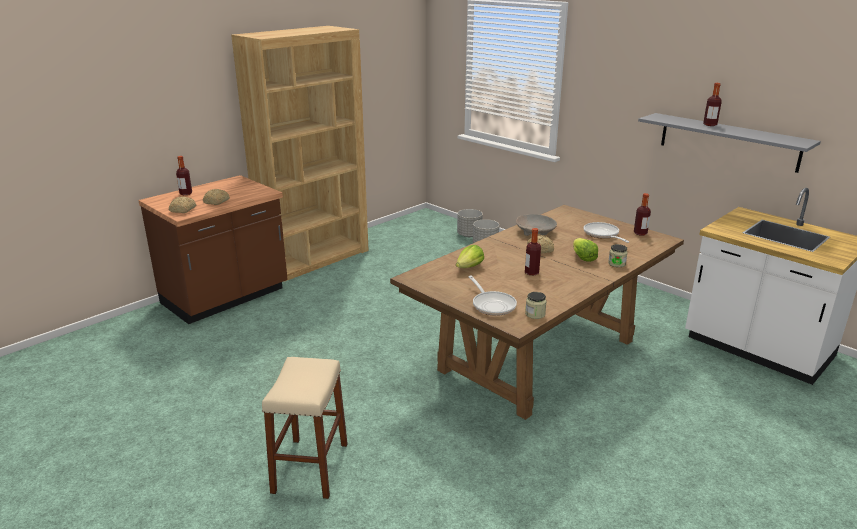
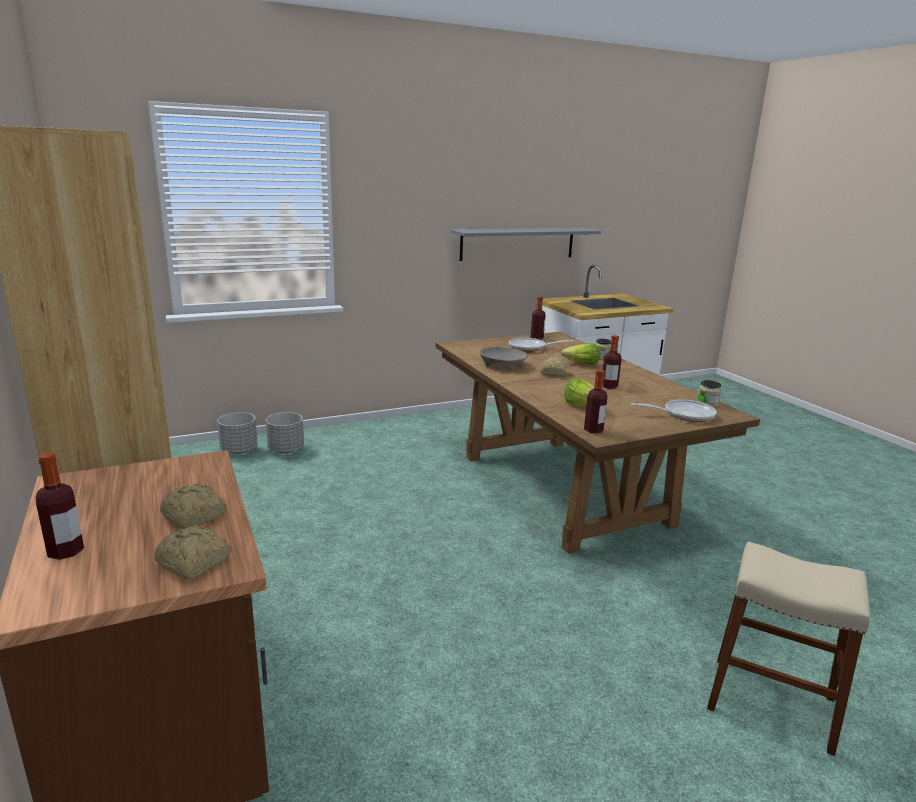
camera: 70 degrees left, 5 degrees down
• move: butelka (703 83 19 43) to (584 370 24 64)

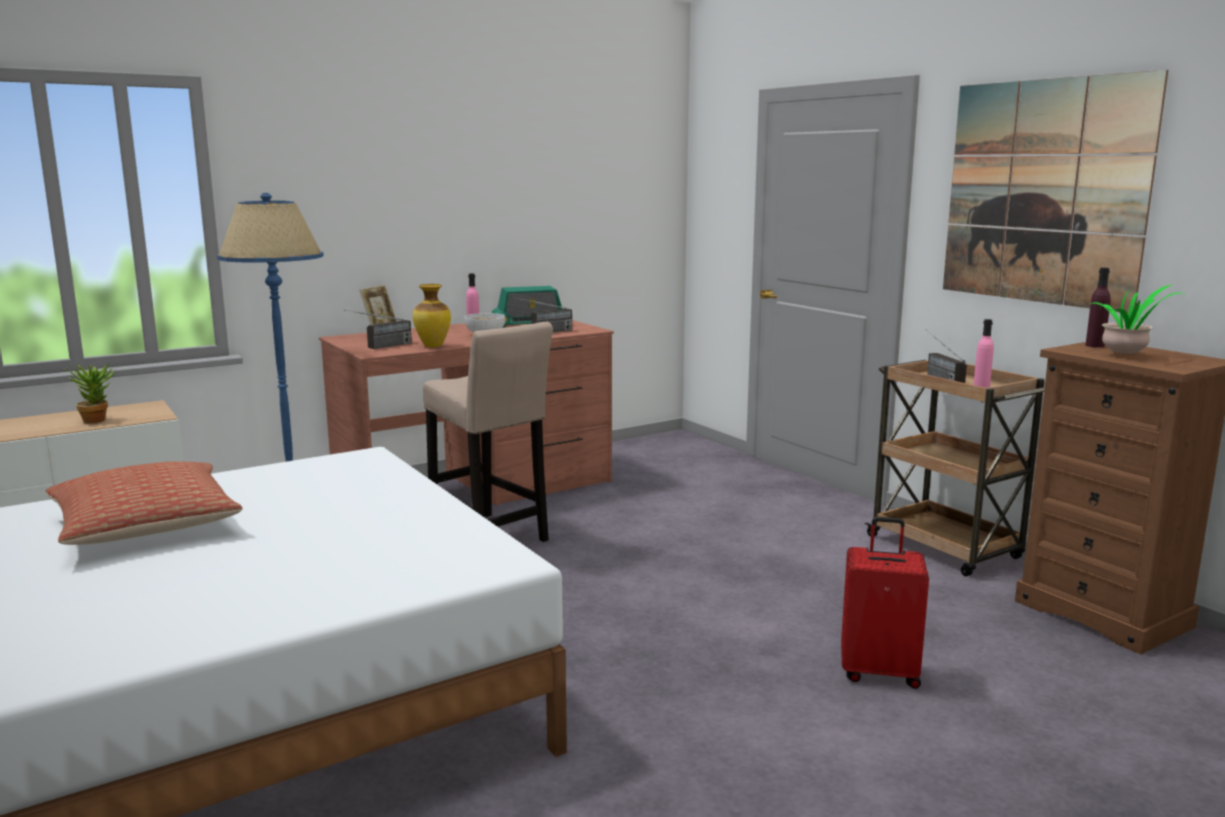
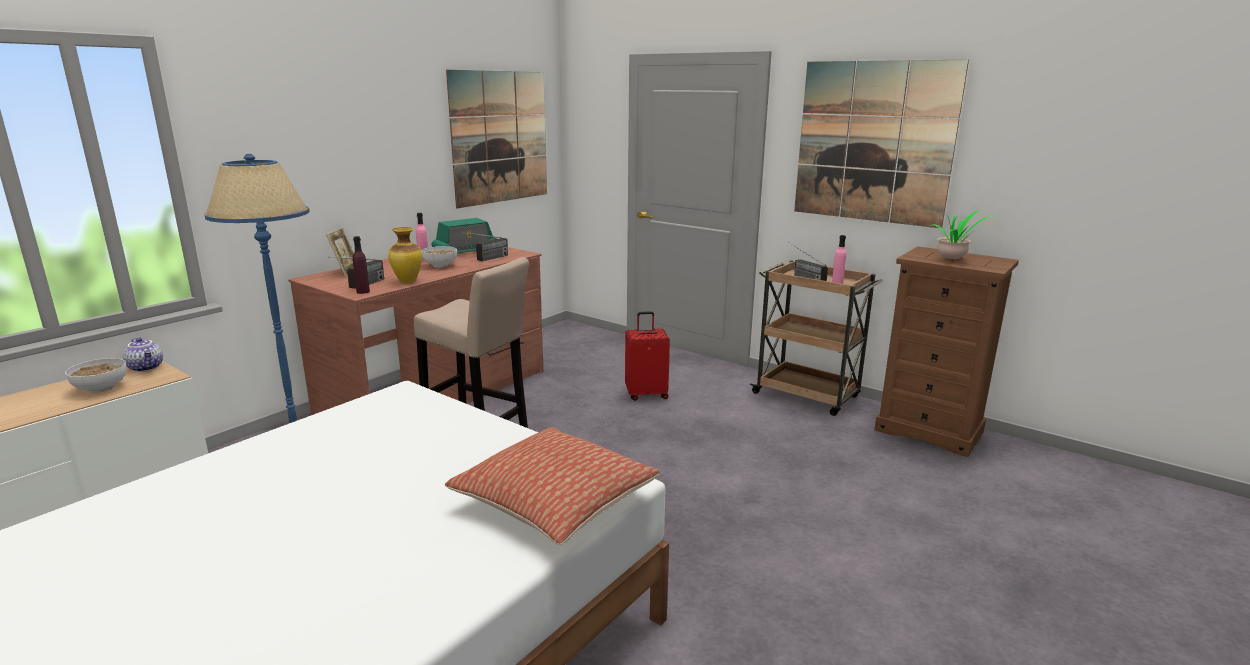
camera: 20 degrees left, 5 degrees up
• replace: roślina doniczkowa (63 363 52 60) to miska (65 358 62 35)
• insert: imbryk (123 337 40 35)
• move: butelka (fioletowy) (1085 268 26 80) to (353 236 17 58)
• move: poduszka (46 462 196 83) to (445 427 215 118)
• insert: obraz (446 70 101 138)
• move: walizka (czerwony) (841 517 88 172) to (625 311 45 90)

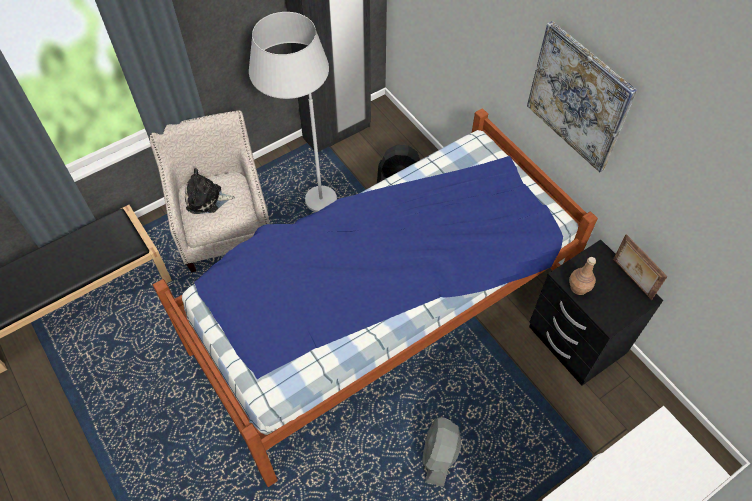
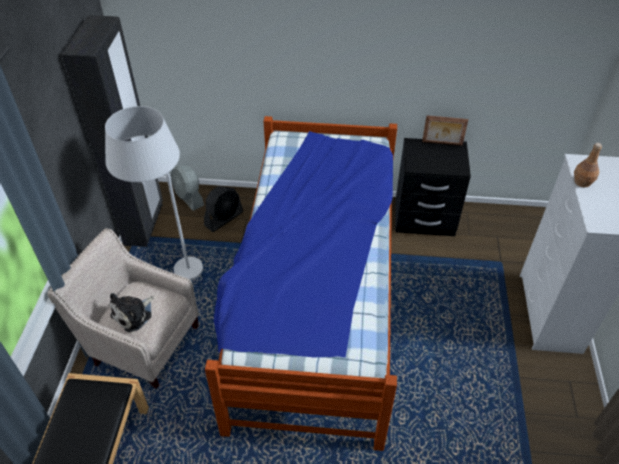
camera: 50 degrees left, 10 degrees down
• move: wentylator (szary) (423 417 38 70) to (171 166 33 45)
• move: butelka (brązowy) (569 257 27 38) to (574 143 28 44)
• delete: obraz (527 21 110 152)

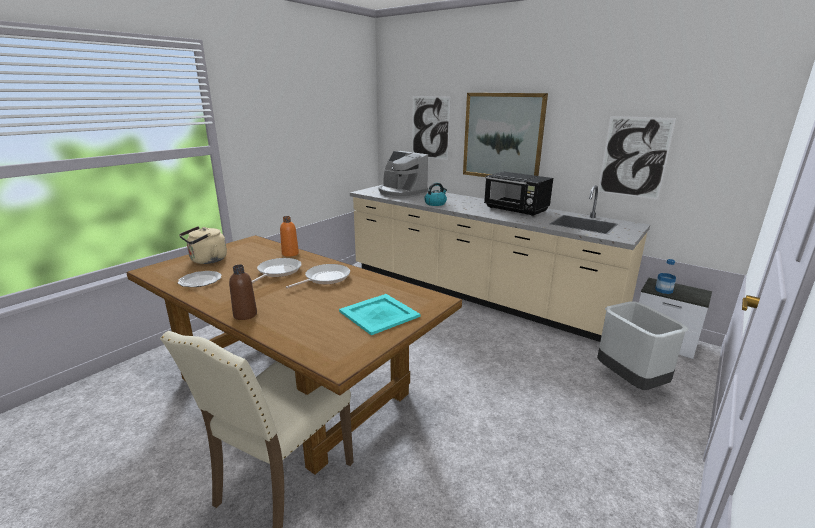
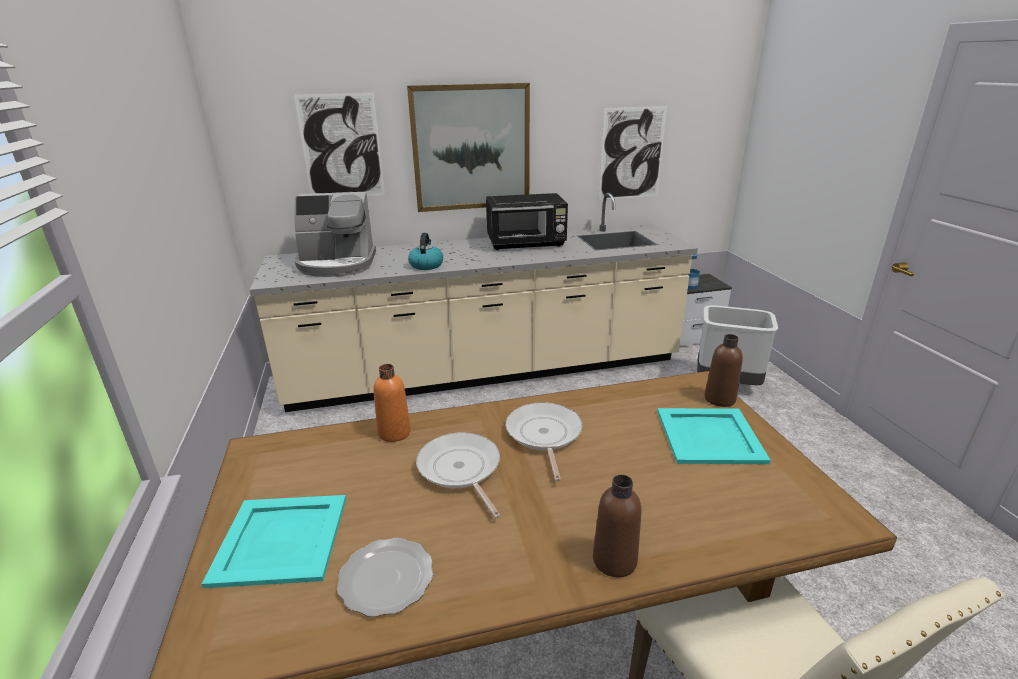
camera: 50 degrees left, 5 degrees up
• replace: czajnik (beżowy) (179 226 48 38) to taca (turkusowy) (202 495 144 93)
• insert: butelka (brązowy) (705 334 38 73)

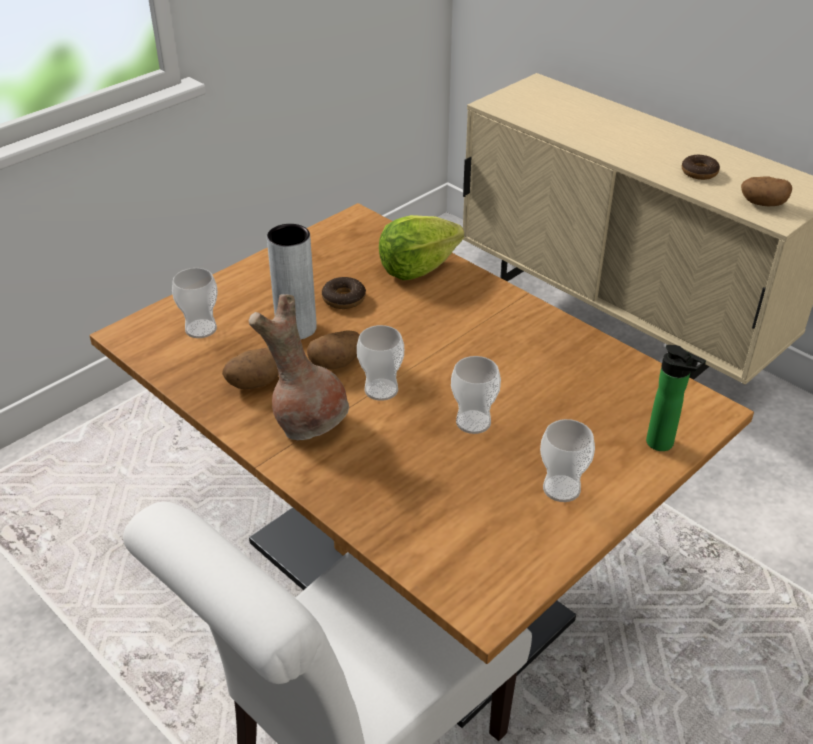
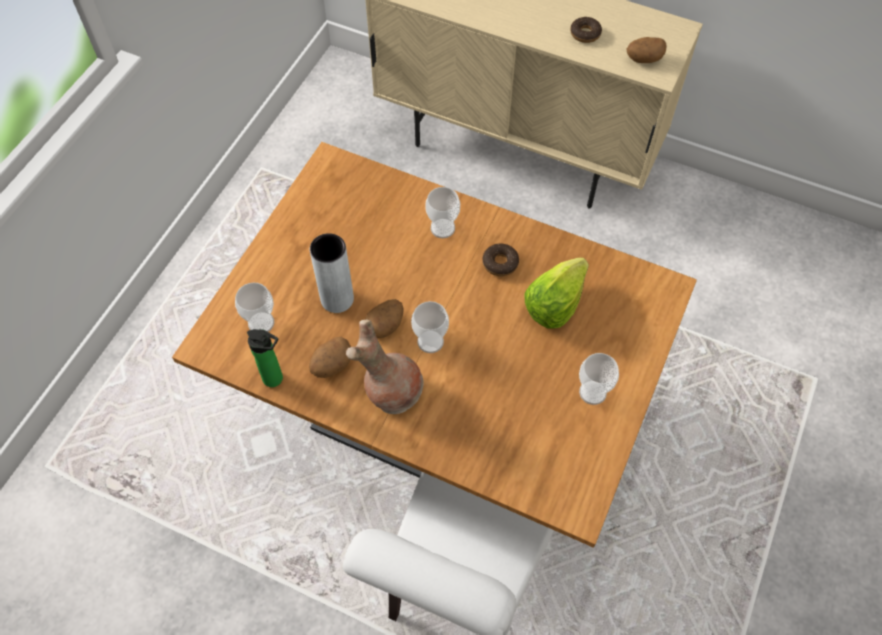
camera: 20 degrees left, 20 degrees up
• move: butelka (646 345 60 106) to (247 329 36 58)
• move: filiżanka (451 356 50 78) to (425 187 35 51)
• move: donut (322 277 44 32) to (482 243 37 33)
• move: sałata (379 215 85 65) to (524 258 65 70)

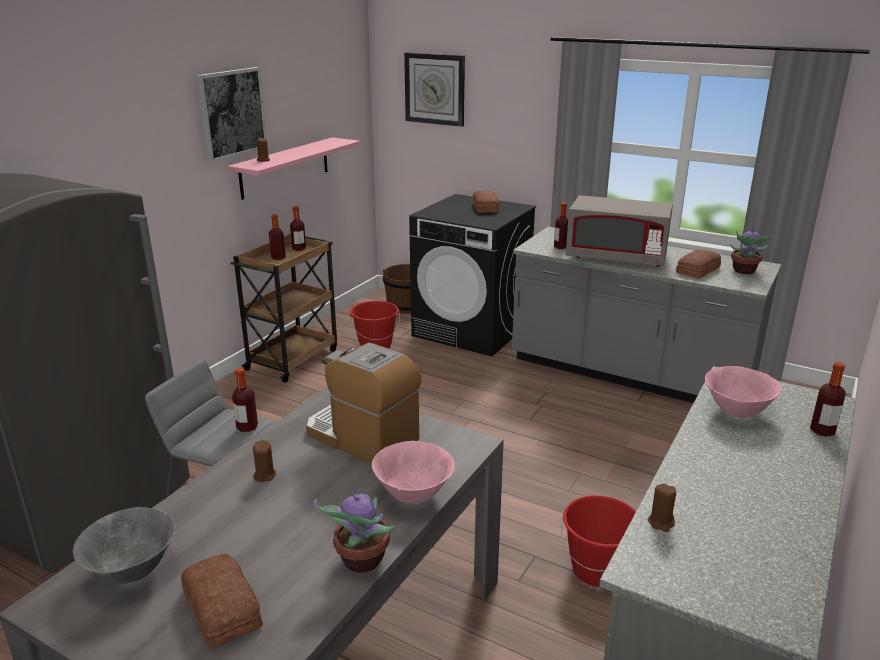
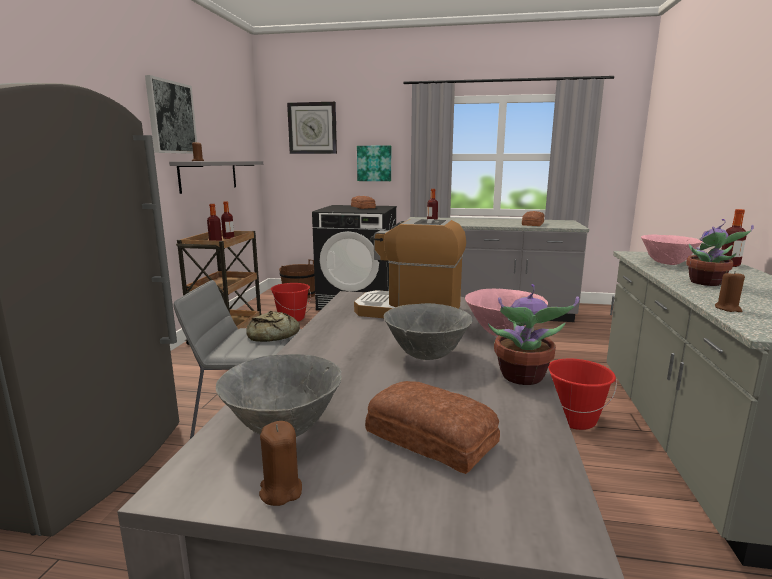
camera: 20 degrees left, 10 degrees down
• recolor: półka (różowy) (227 137 133 63) to półka (szary) (169 161 94 33)
• replace: butelka (232 368 26 64) to chleb (246 311 54 31)
• move: świeca (brązowy) (253 440 23 42) to (259 421 43 85)
• insert: obraz (357 146 34 35)
• insert: miska (szary) (384 303 89 57)
• move: roślina doniczkowa (729 225 47 49) to (686 219 68 67)
• delete: mikrofalówka (szary) (566 195 107 72)

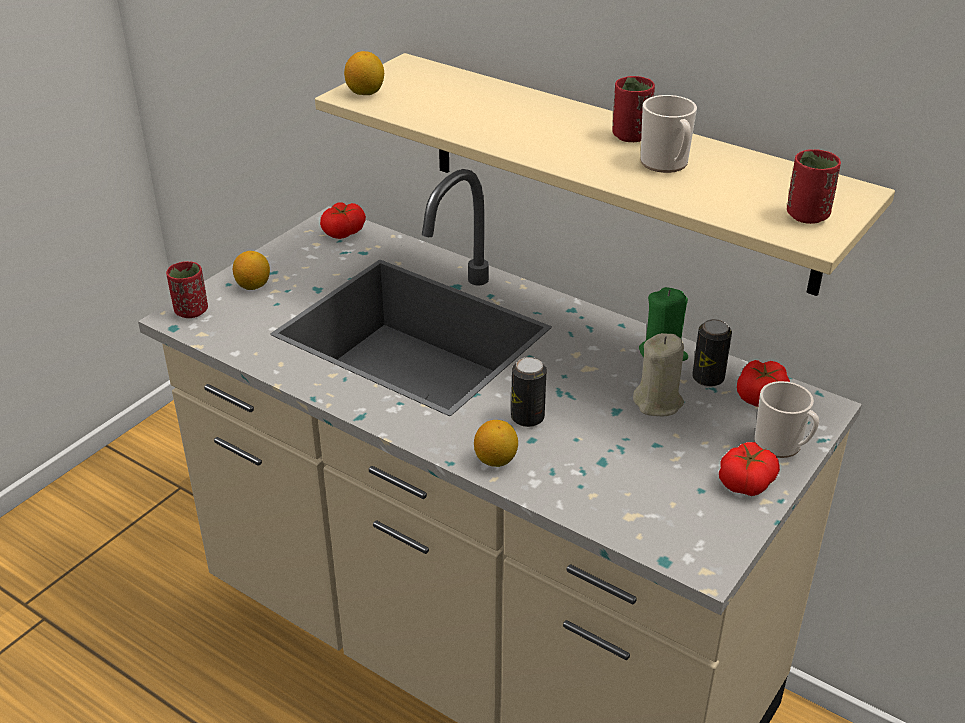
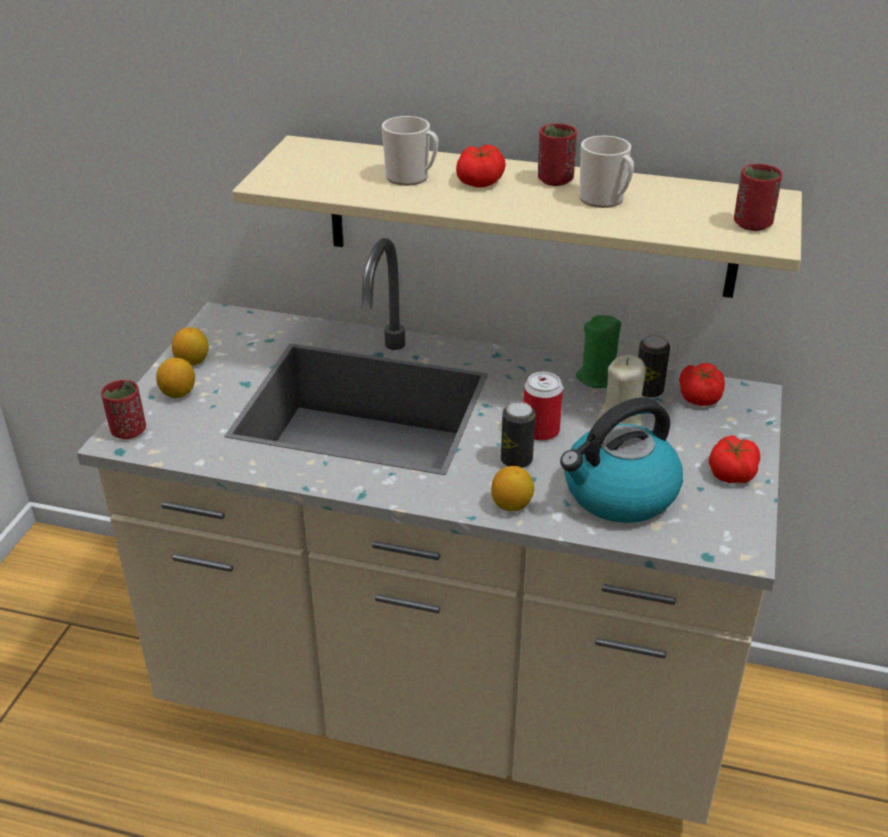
camera: 20 degrees left, 0 degrees up
• move: cytryna (344 51 40 44) to (172 327 37 38)
• move: kubek (754 381 65 77) to (382 116 56 70)
• move: pomidor (320 202 46 37) to (456 145 50 43)
• insert: puszka (524 372 39 69)
• insert: czajnik (560 397 123 126)

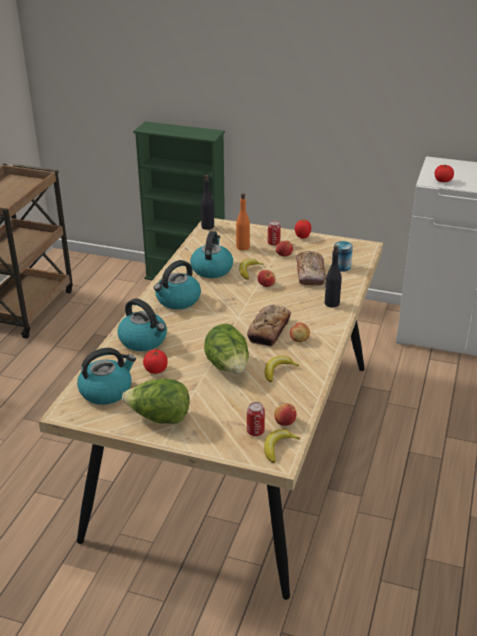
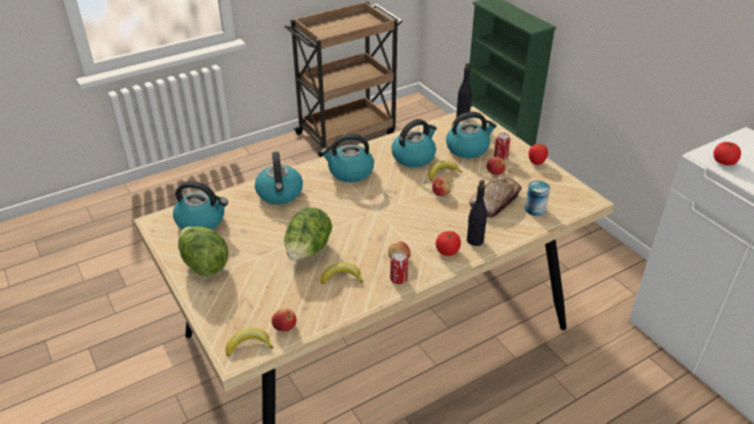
camera: 40 degrees right, 5 degrees up
• move: puszka (247 402 18 34) to (390 252 18 32)
• move: pomidor (143 349 25 25) to (436 231 25 25)
• replace: butelka (pomarańczowy) (236 193 14 57) to czajnik (446 112 51 46)
• delete: chleb (247 305 44 42)

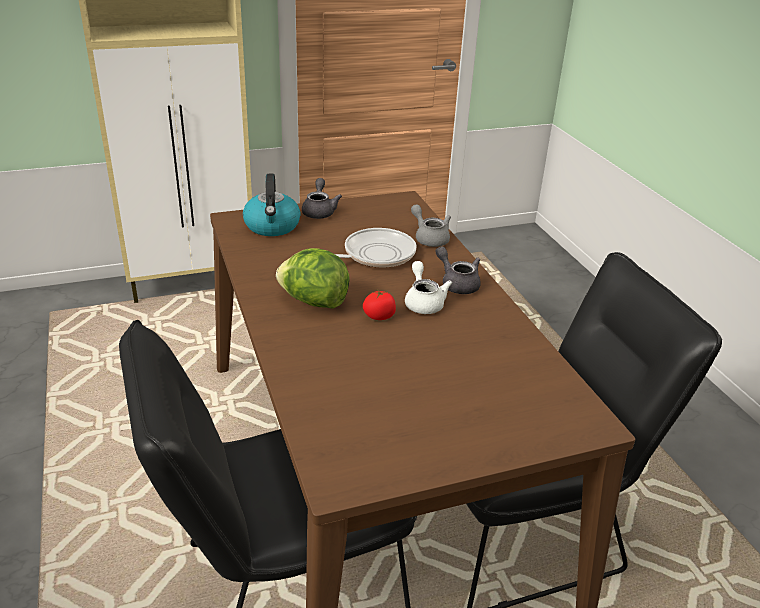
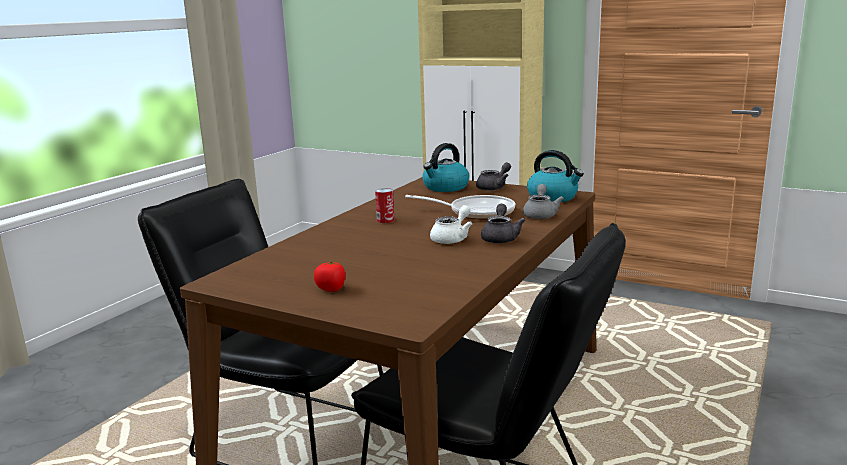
camera: 50 degrees right, 15 degrees down
• move: pomidor (363 289 33 31) to (314 260 31 32)
• replace: sałata (276 248 74 61) to puszka (375 188 20 35)
• insert: czajnik (527 150 57 52)

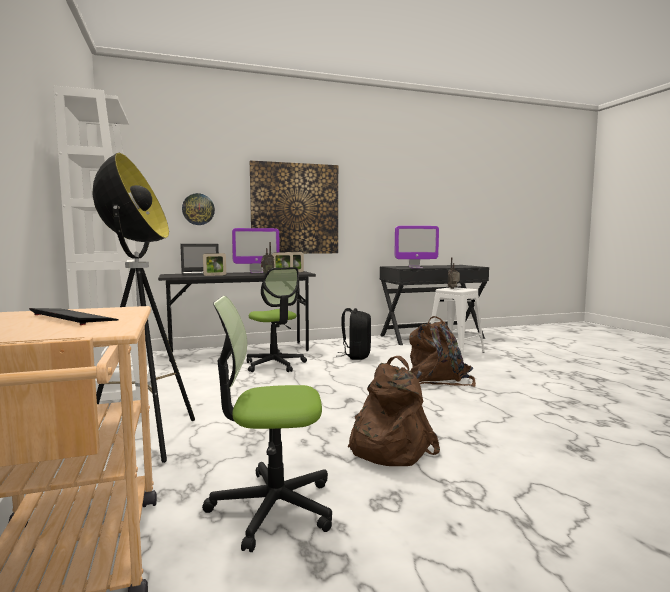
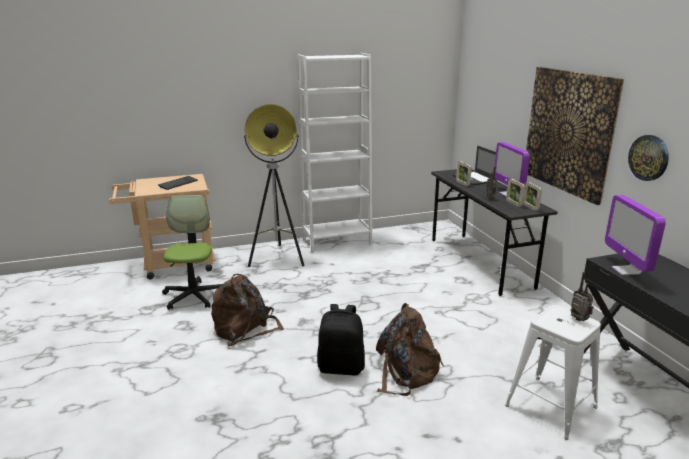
camera: 90 degrees right, 15 degrees up
• move: plecak (czarny) (337 308 34 52) to (317 304 48 71)
• move: zegar ścienny (182 193 33 32) to (628 135 41 46)
• delete: krzesło biurowe (246 267 61 105)

